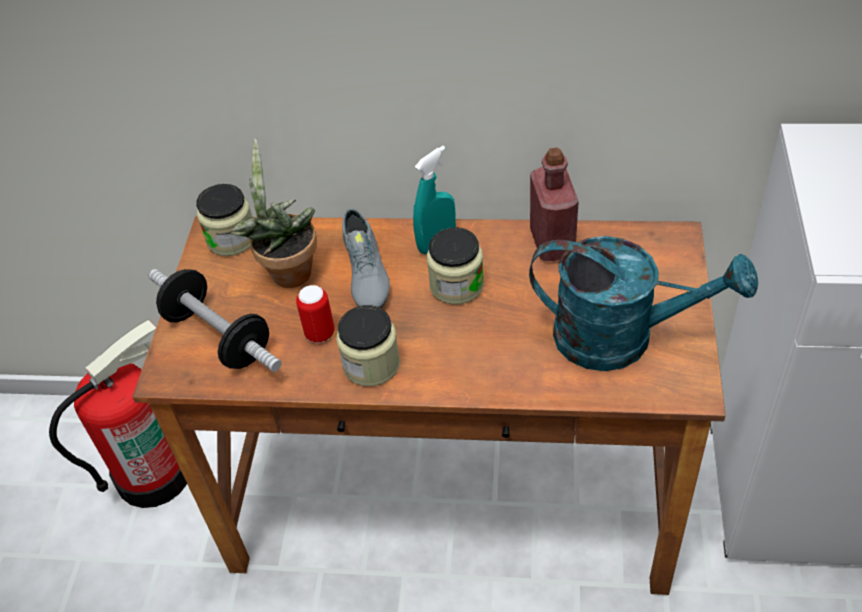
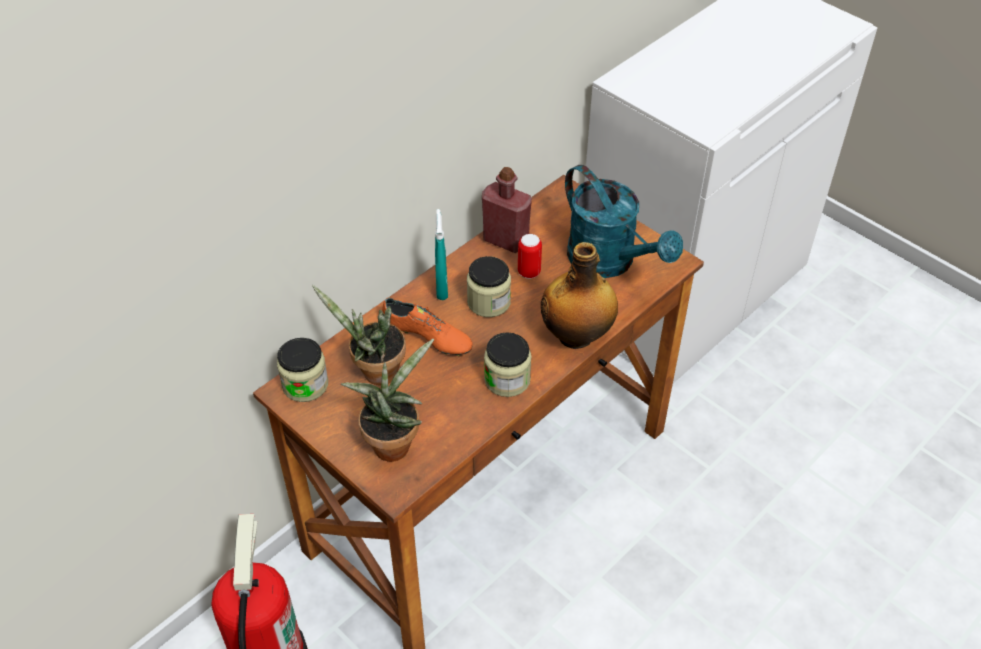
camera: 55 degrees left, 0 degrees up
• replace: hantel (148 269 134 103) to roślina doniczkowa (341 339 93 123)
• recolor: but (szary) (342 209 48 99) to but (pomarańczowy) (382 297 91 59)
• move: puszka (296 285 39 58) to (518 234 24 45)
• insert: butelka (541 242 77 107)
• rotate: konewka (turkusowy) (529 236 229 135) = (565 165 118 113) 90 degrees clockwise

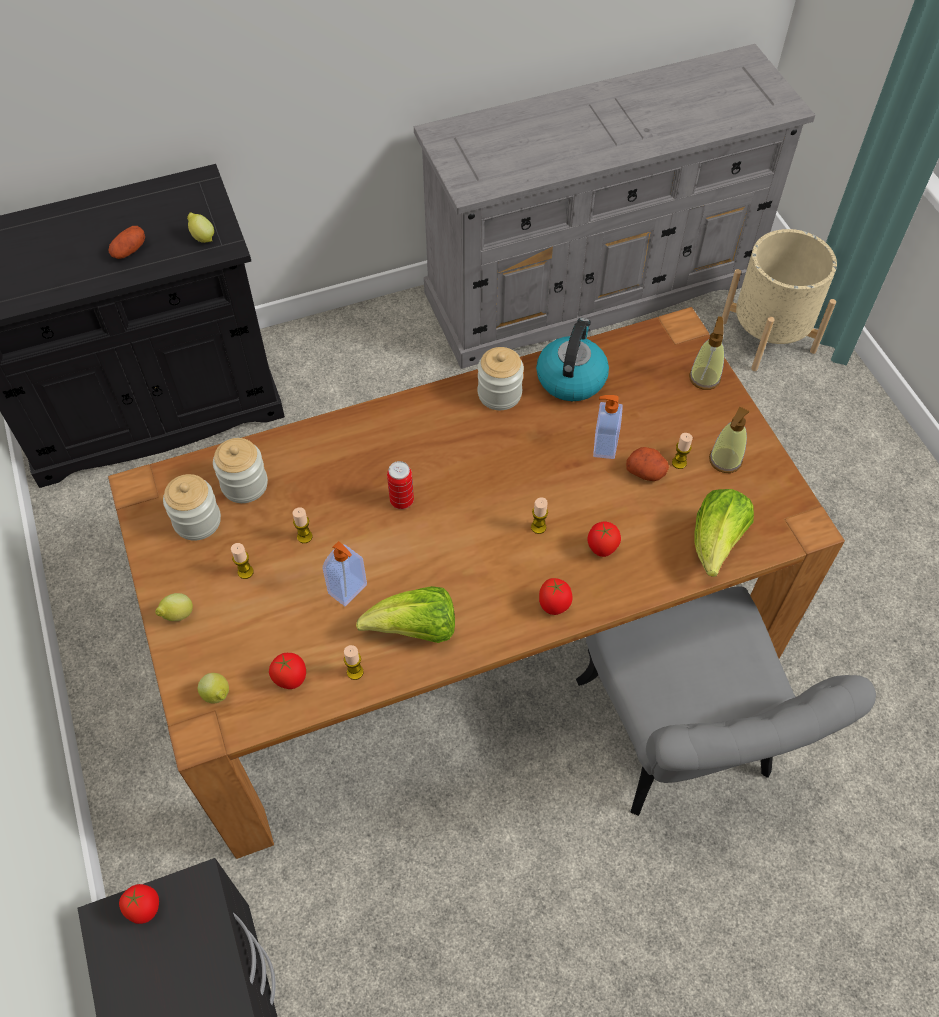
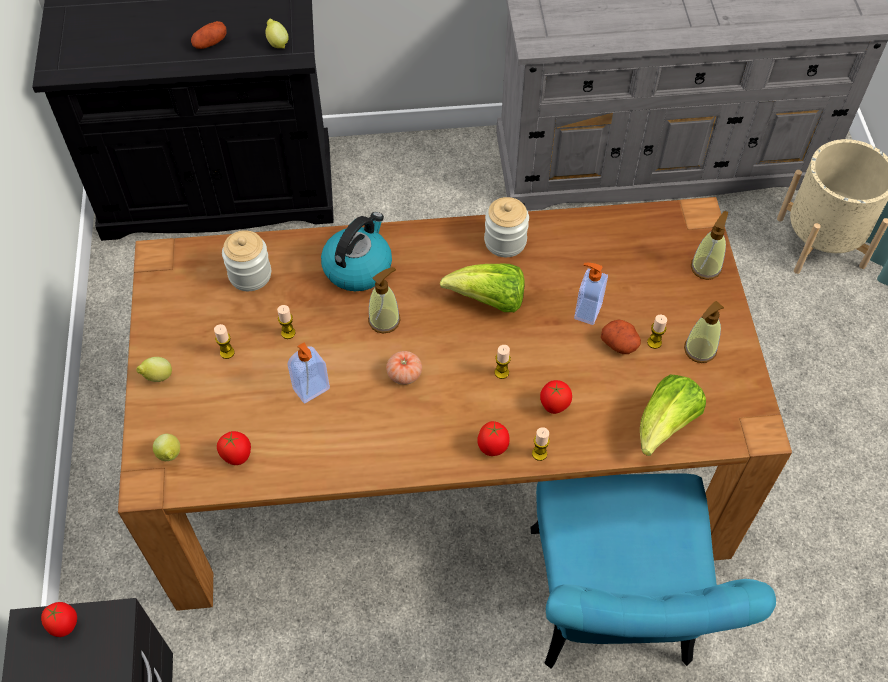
camera: 15 degrees right, 0 degrees up
• move: czajnik (536 318 73 83) to (321 212 71 79)
• replace: puszka (387 461 27 48) to dozownik mydła (368 267 32 66)
• insert: pomidor (386 351 36 34)
• move: sałata (356 586 99 57) to (440 264 85 48)
• recolor: krzesło (szary) (576 586 300 230) to krzesło (turkusowy) (530 473 246 196)
• move: świeca (344 645 20 35) to (532 427 18 34)
• delete: słoik (163 474 58 67)

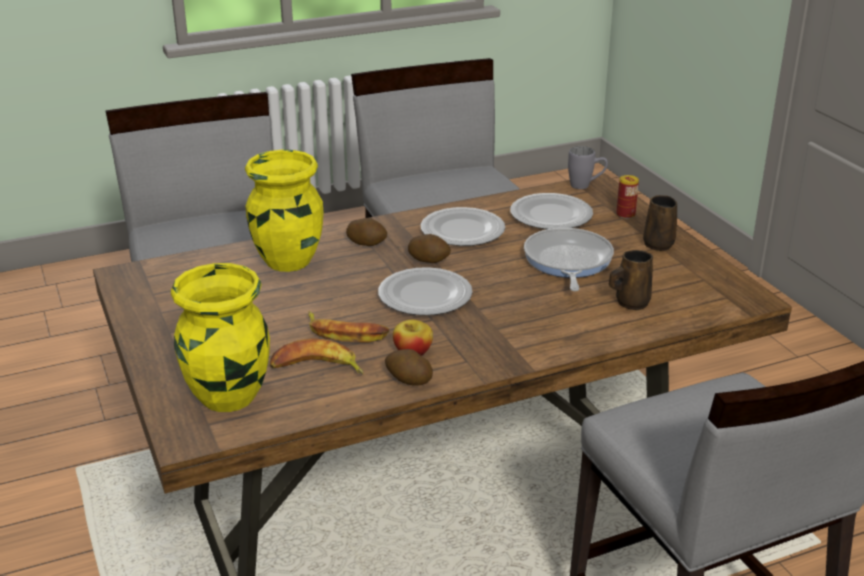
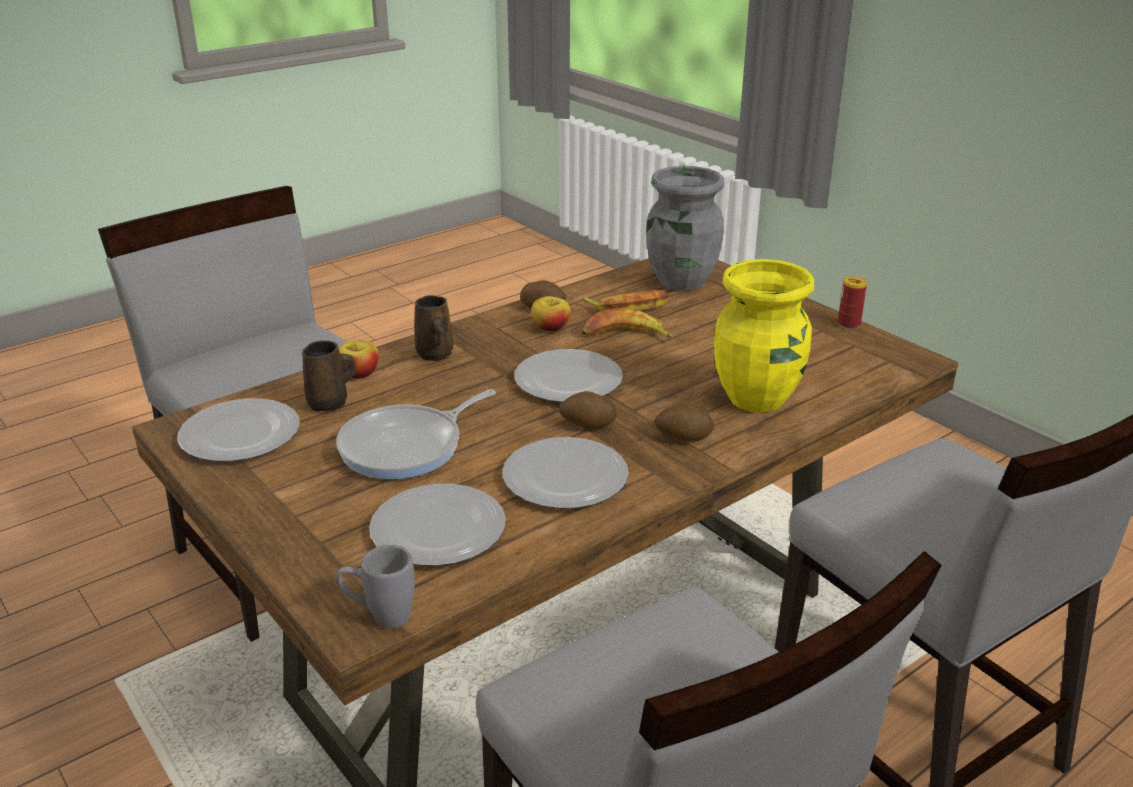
camera: 165 degrees right, 0 degrees up
• insert: talerz (177 398 123 64)
• rotate: patelnia (524 228 90 63) = (336 389 160 91) 60 degrees clockwise
• insert: jabłko (339 341 40 38)
• move: kubek (brązowy) (643 195 34 56) to (414 295 39 66)
• recolor: wazon (żółty) (171 263 99 149) to wazon (szary) (646 166 78 125)
• move: puszka (616 175 23 44) to (838 277 29 52)

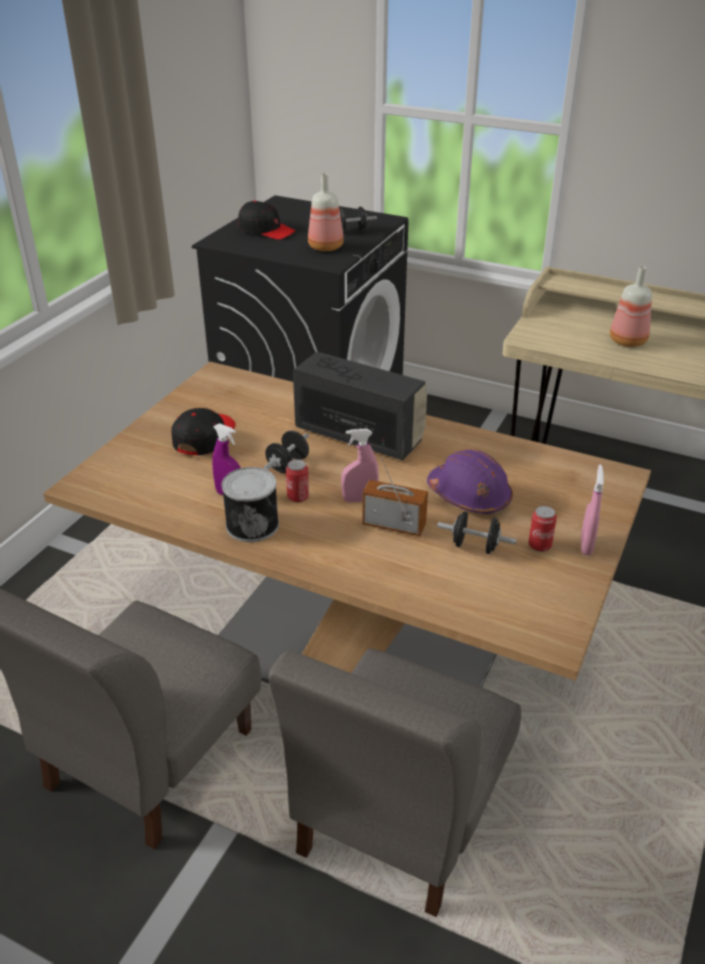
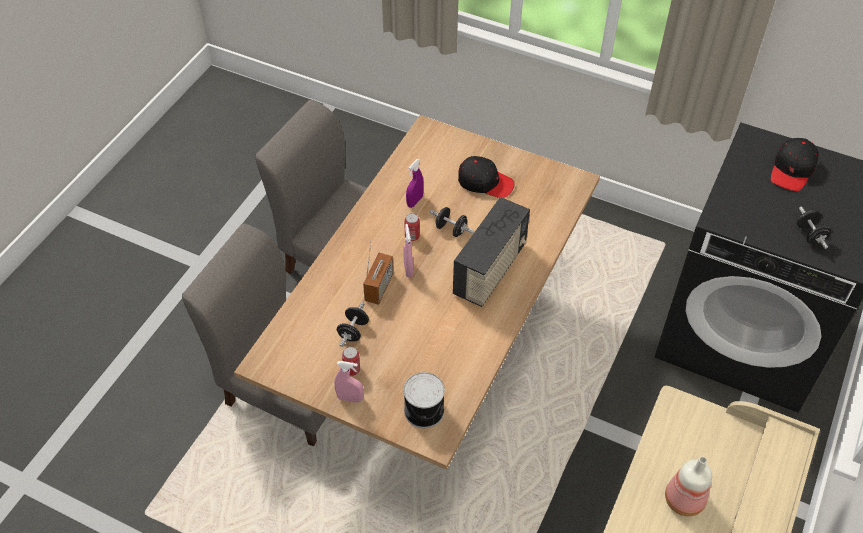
camera: 90 degrees right, 15 degrees up
• move: puszka (221 467 58 75) to (404 372 41 56)
• delete: butelka (308 173 36 78)
• delete: kask (fioletowy) (427 449 86 65)

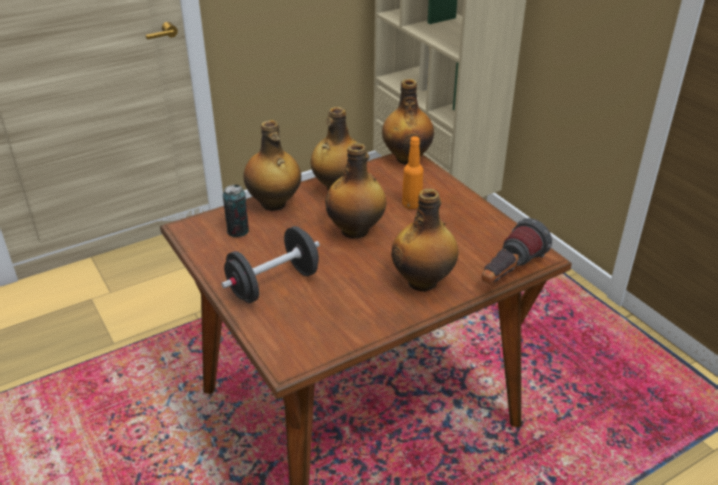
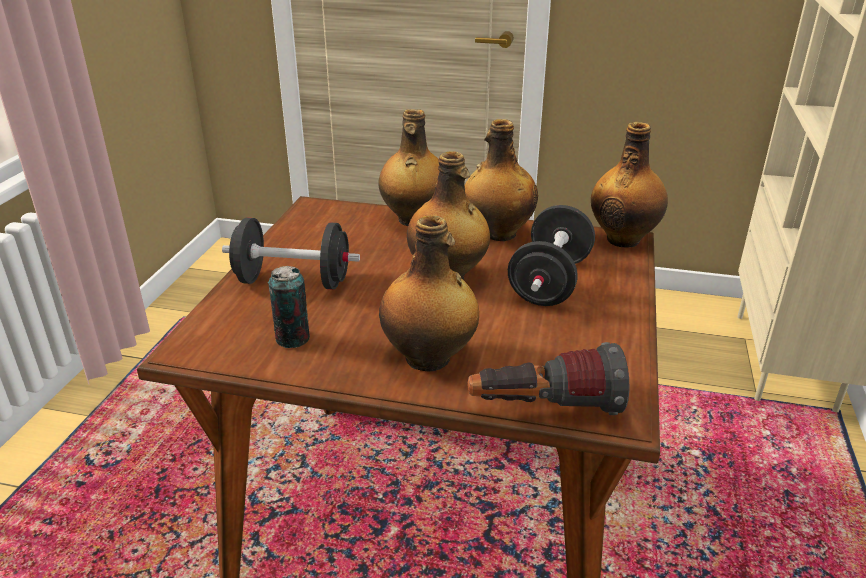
camera: 45 degrees right, 5 degrees down
• move: puszka (223 185 26 52) to (268 266 42 82)
• replace: butelka (pomarańczowy) (402 136 22 73) to hantel (czarny) (508 205 87 101)

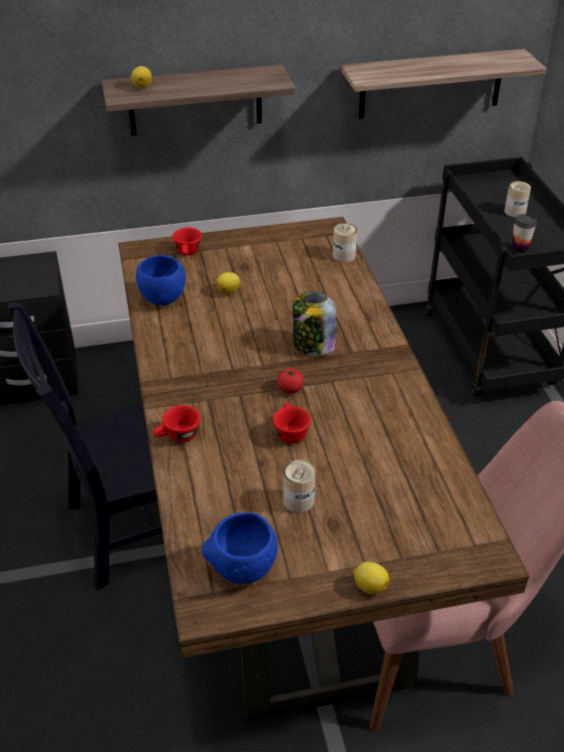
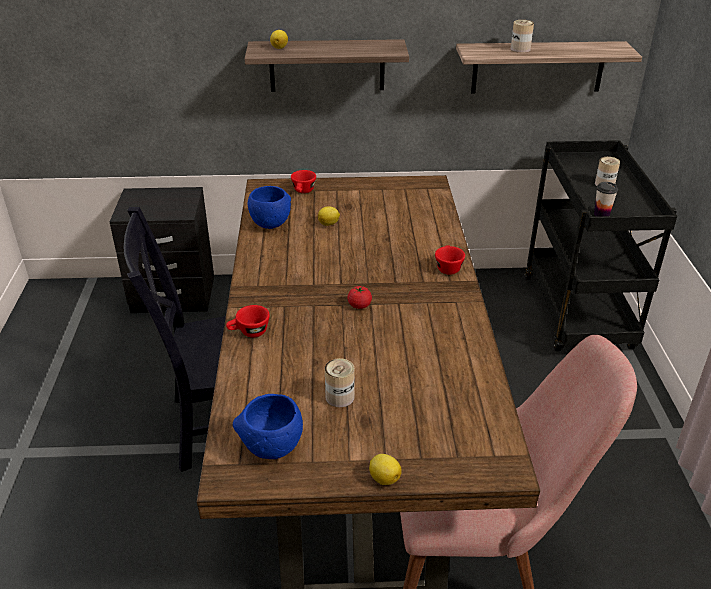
camera: 10 degrees right, 5 degrees down
• move: filiżanka (czerwony) (273 403 38 40) to (435 245 30 30)
• move: puszka (333 223 24 39) to (510 20 24 33)
• delete: słoik (293 291 43 65)

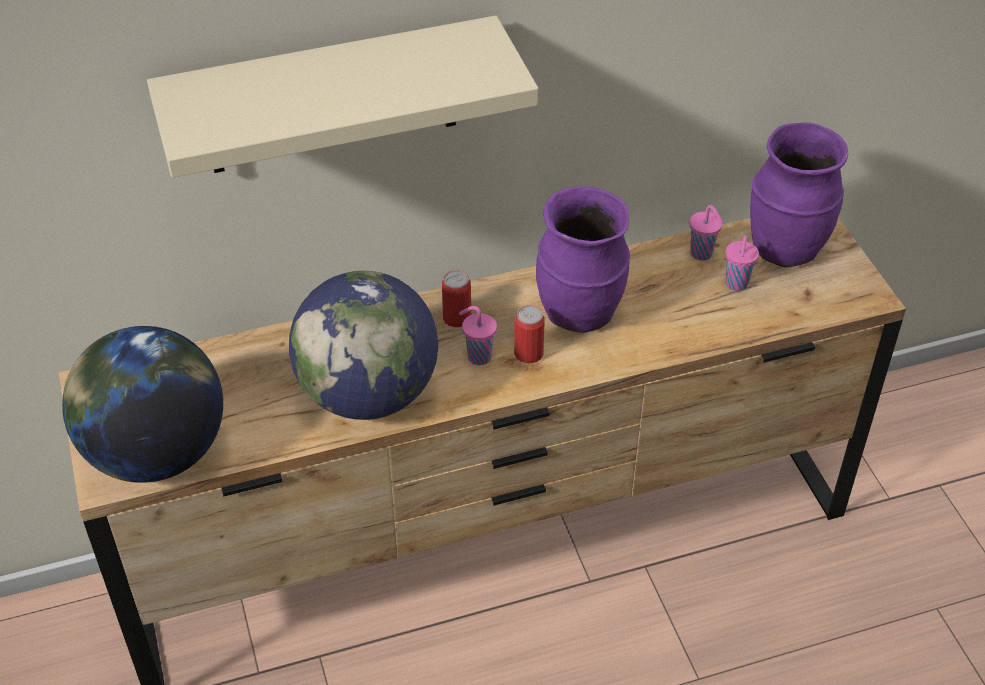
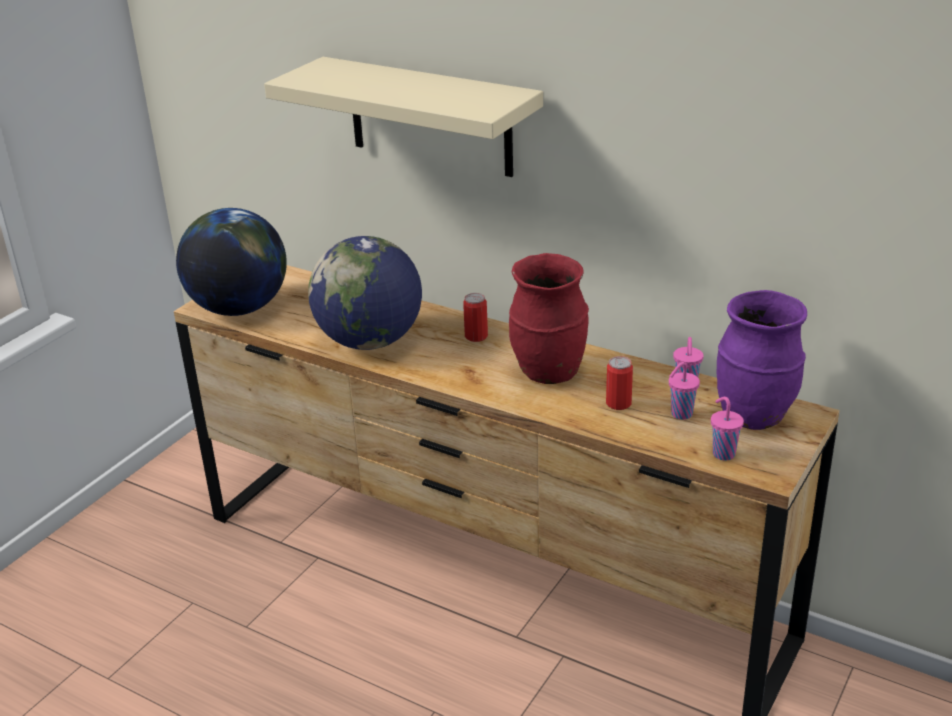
camera: 50 degrees right, 15 degrees down
• recolor: wazon (fioletowy) (536 187 94 146) to wazon (czerwony) (509 253 80 131)
• move: puszka (514 305 31 58) to (606 356 27 54)
• move: filiżanka (różowy) (459 306 38 59) to (711 397 33 63)

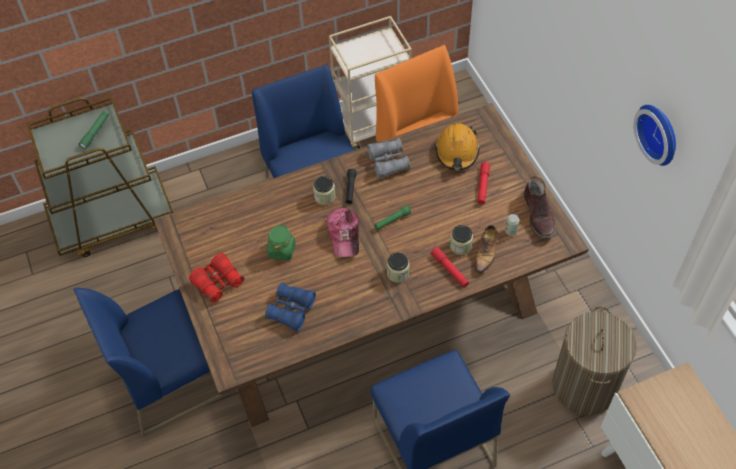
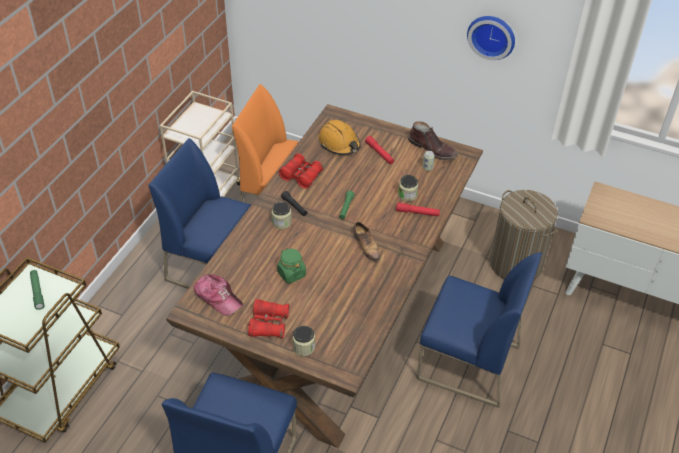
camera: 45 degrees left, 10 degrees down
• move: czapka z daszkiem (326 208 33 49) to (194 274 49 42)
• recolor: lornetka (szary) (367 138 43 40) to lornetka (czerwony) (278 153 46 36)
• move: słoik (387 252 23 31) to (292 325 23 31)
• move: but (475 225 23 49) to (353 222 27 39)
• delete: lornetka (niebieski) (265 282 51 49)

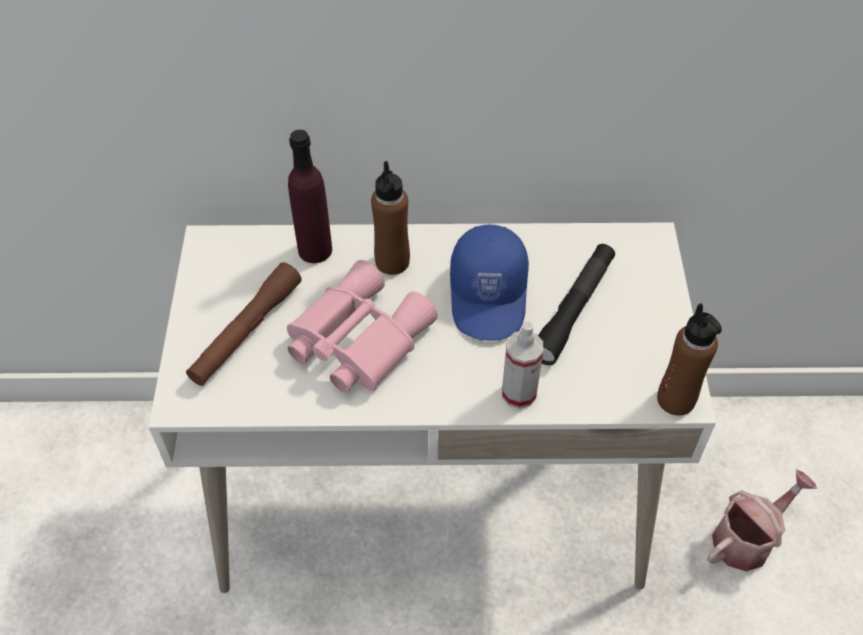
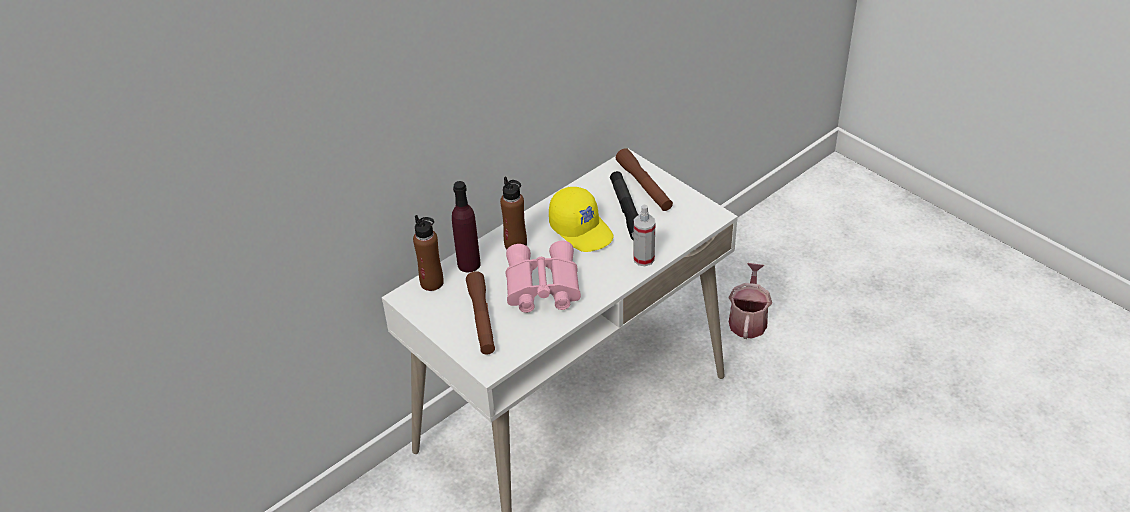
camera: 40 degrees left, 10 degrees down
• move: butelka (brązowy) (657 303 65 113) to (413 215 31 76)
• recolor: czapka z daszkiem (niebieski) (450 225 79 116) to czapka z daszkiem (żółty) (549 187 65 65)
• insert: latarka (brązowy) (616 148 57 63)

